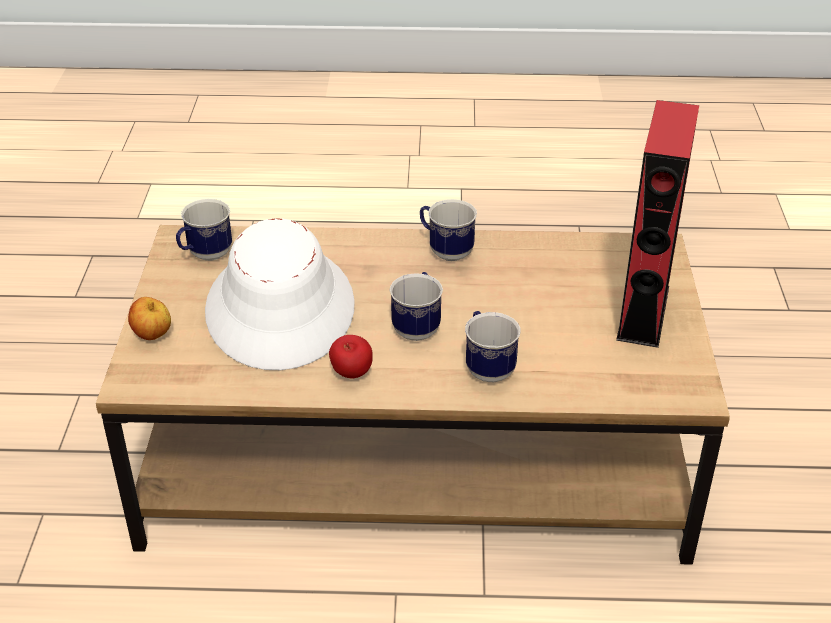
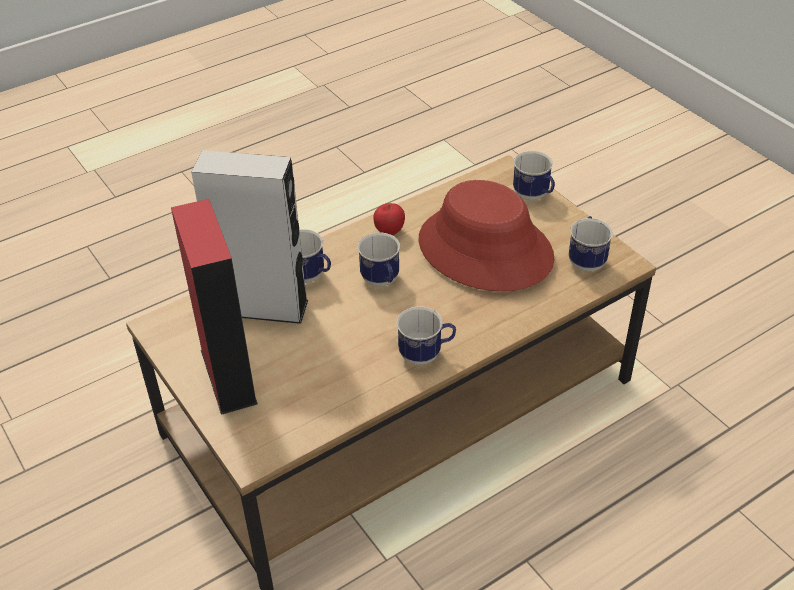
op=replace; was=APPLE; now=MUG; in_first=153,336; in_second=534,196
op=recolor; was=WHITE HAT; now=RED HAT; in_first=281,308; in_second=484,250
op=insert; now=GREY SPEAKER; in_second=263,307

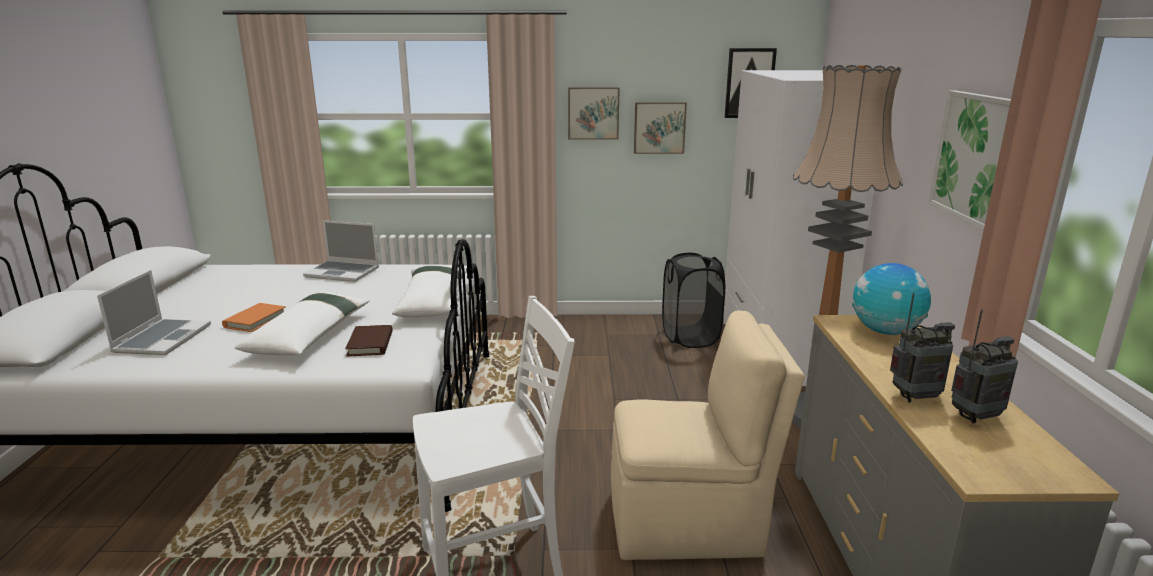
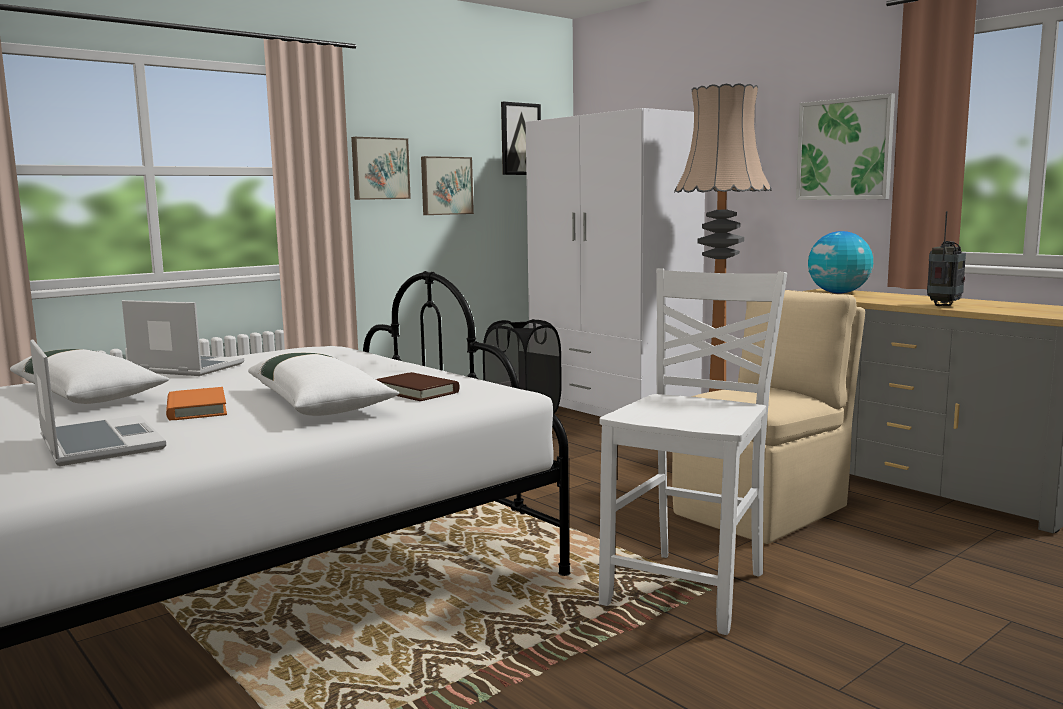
op=rotate; was=LAPTOP; in_first=343,272; in_second=184,368; clockwise=-135
op=move; was=WHITE PILLOW; in_first=433,302; in_second=89,393
op=delete; was=RADIO; in_first=975,417

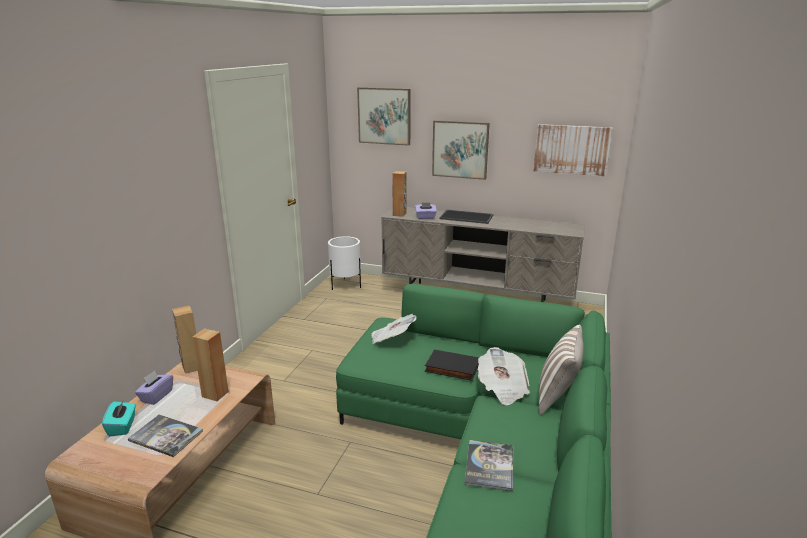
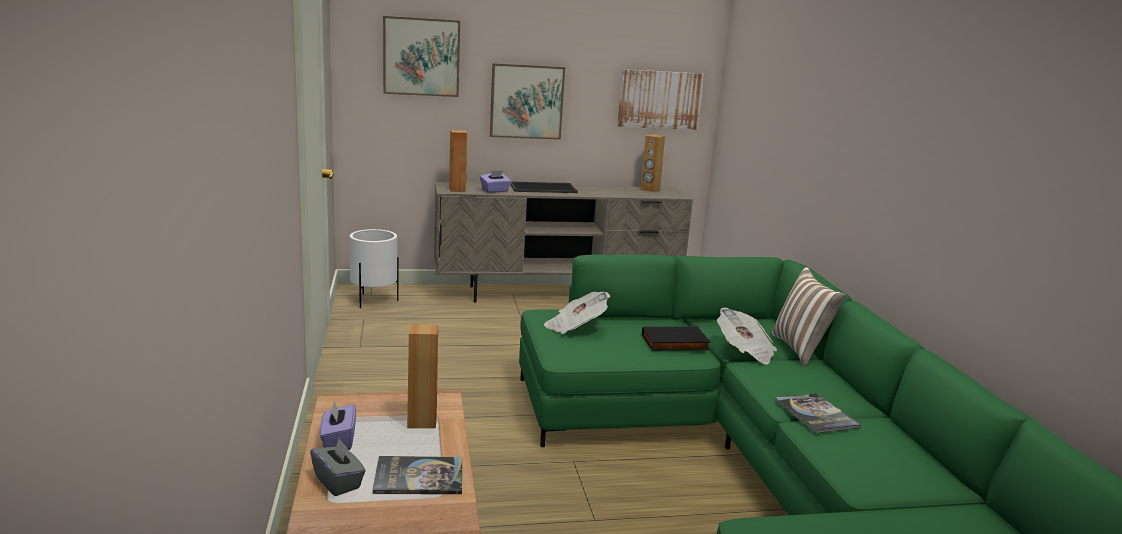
op=recolor; was=TURQUOISE TISSUE BOX; now=GREY TISSUE BOX; in_first=122,426; in_second=338,482
op=move; was=BROWN SPEAKER; in_first=191,367; in_second=650,190

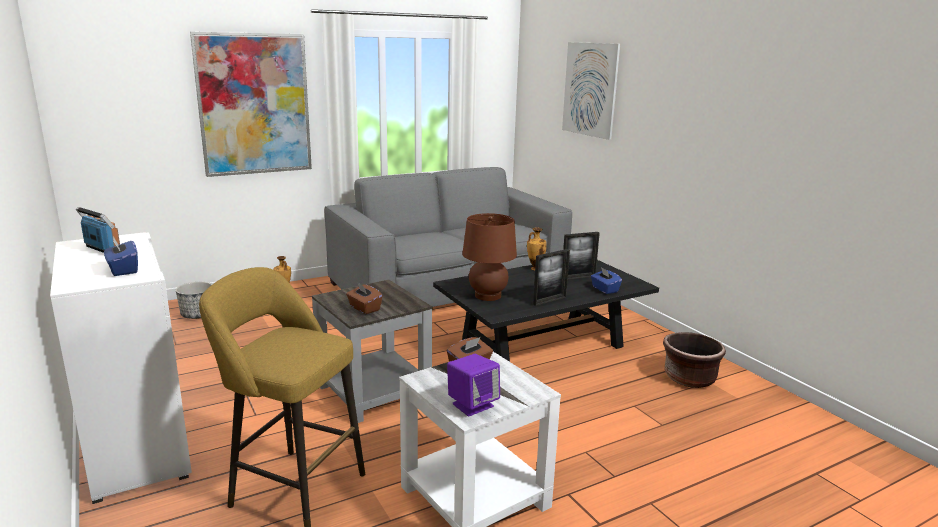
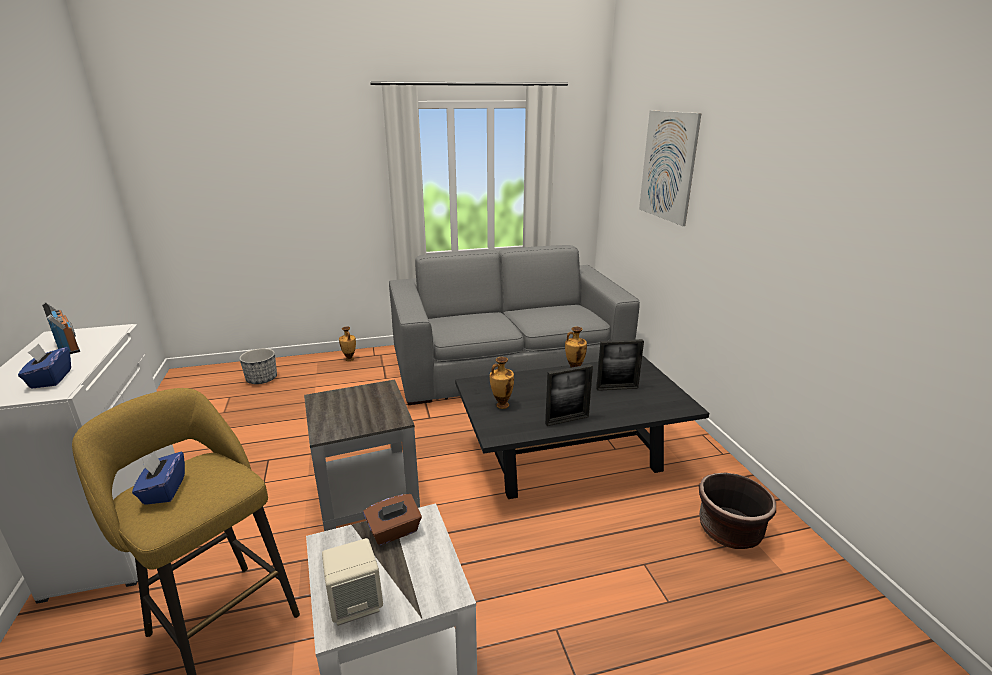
op=delete; was=PICTURE; in_first=254,104
op=delete; was=BROWN TISSUE BOX; in_first=364,308
op=recolor; was=PURPLE SPEAKER; now=BEIGE SPEAKER; in_first=472,405; in_second=355,603
op=replace; was=BROWN TABLE LAMP; now=VASE; in_first=488,296; in_second=501,405
op=move; was=BLUE TISSUE BOX; in_first=604,289; in_second=164,490

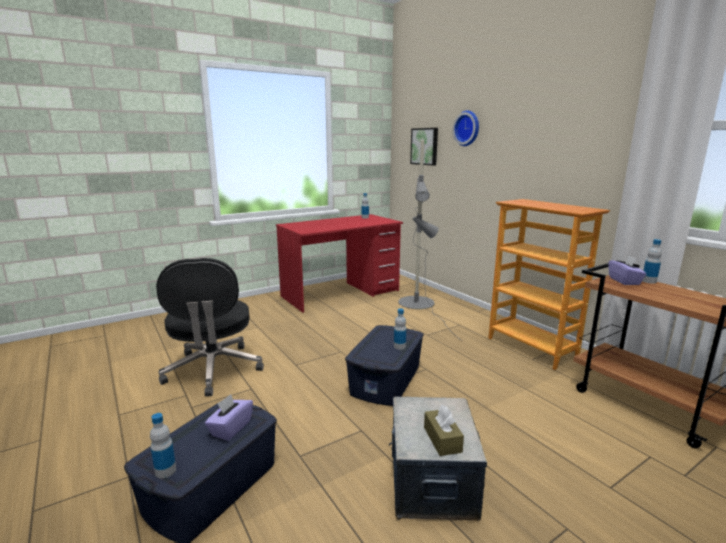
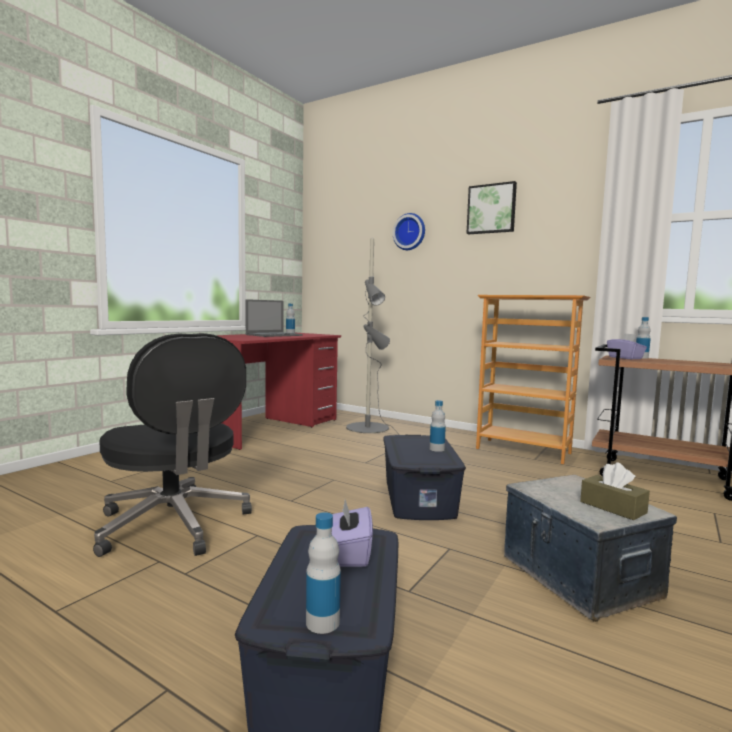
op=move; was=PICTURE; in_first=425,146; in_second=491,209
op=insert; now=LAPTOP; in_second=274,335

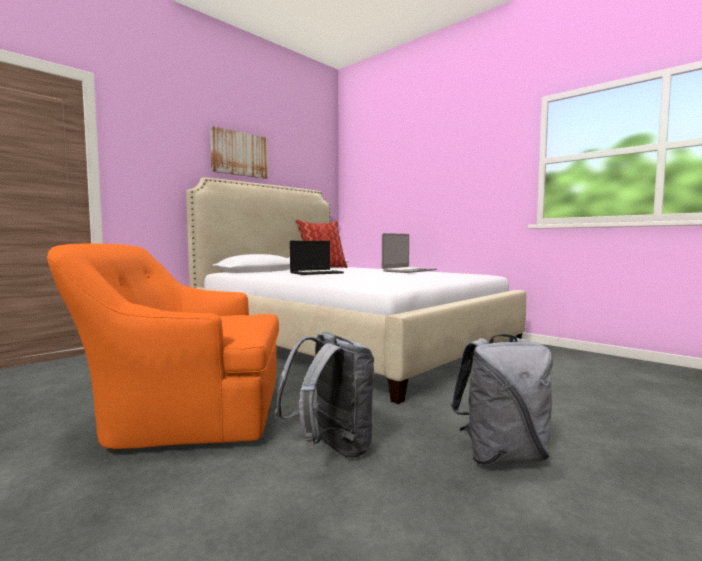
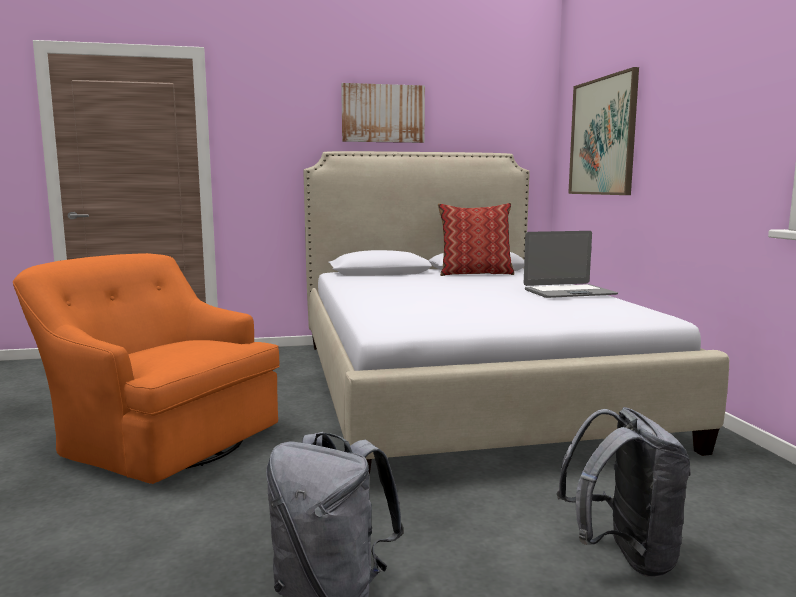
op=move; was=GREY BACKPACK; in_first=330,449; in_second=623,555
op=delete; was=LAPTOP; in_first=316,273
op=insert; now=PICTURE; in_second=602,137

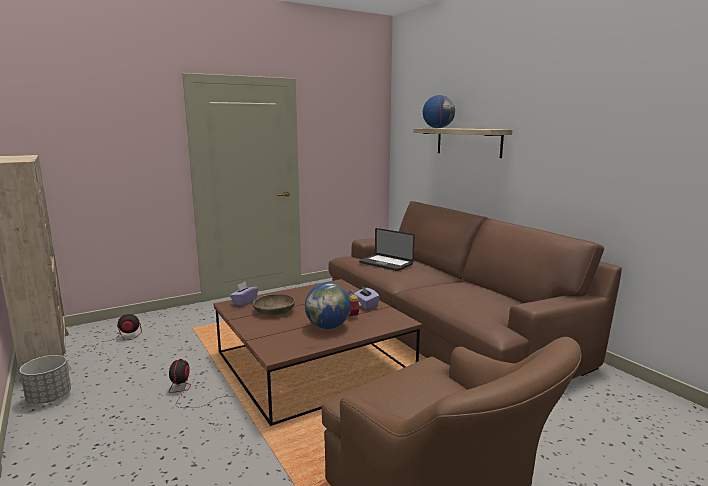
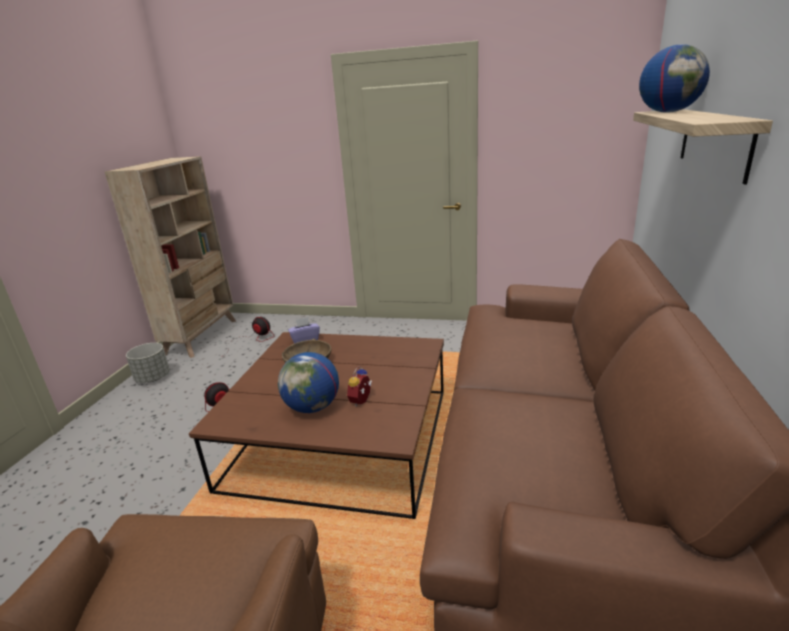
op=delete; was=PURPLE TISSUE BOX; in_first=365,305
op=delete; was=LAPTOP; in_first=386,263

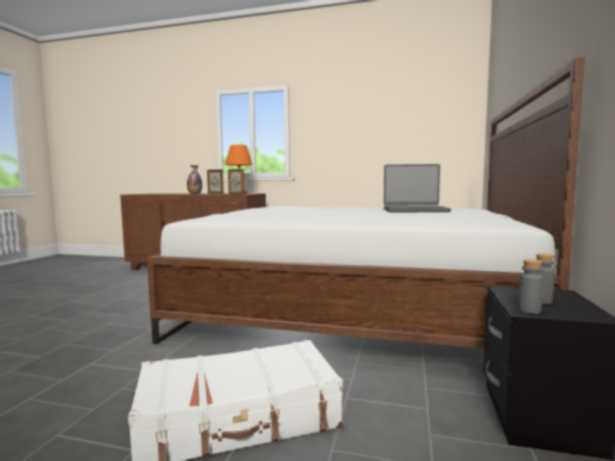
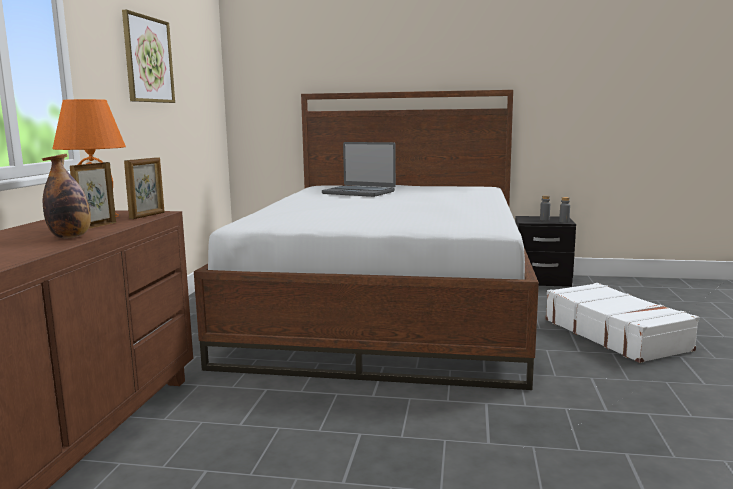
op=rotate; was=LAPTOP; in_first=415,210; in_second=359,192; clockwise=120
op=insert; now=PICTURE; in_second=148,60

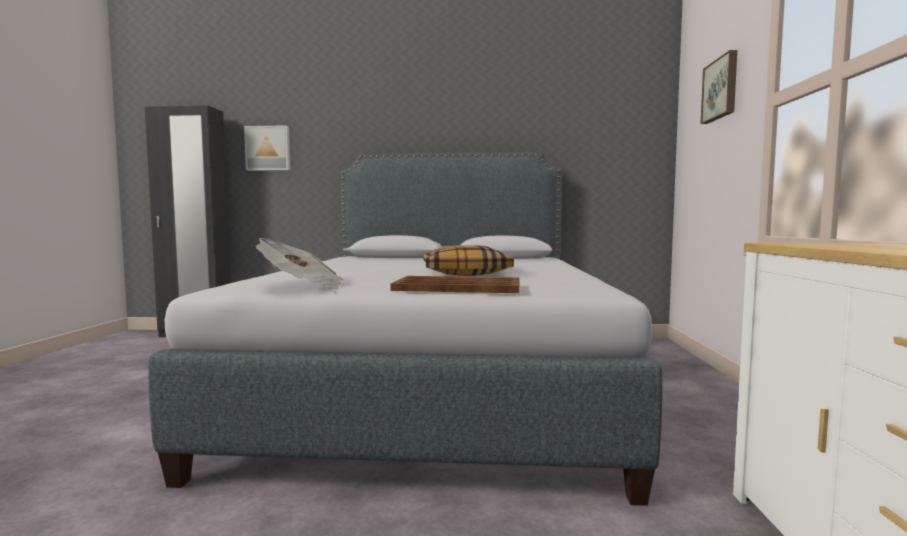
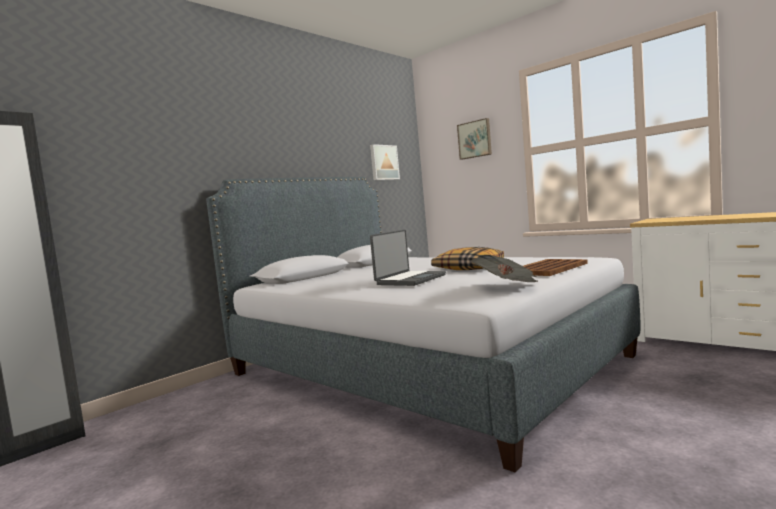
op=move; was=PICTURE; in_first=268,148; in_second=383,162
op=insert; now=LAPTOP; in_second=410,280

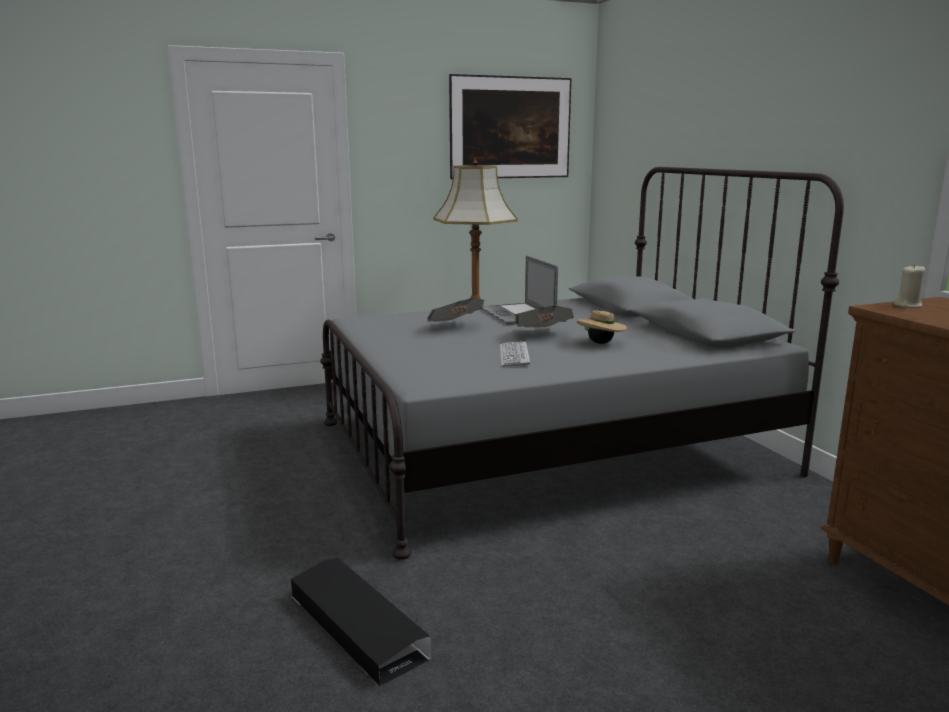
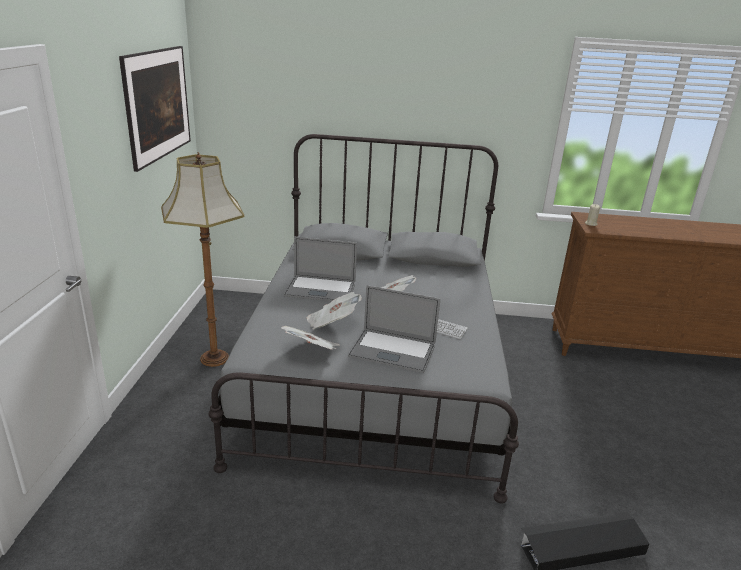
op=delete; was=BEIGE HAT; in_first=601,343
op=insert; now=NEWSPAPER; in_second=312,351
op=insert; now=LAPTOP; in_second=392,351

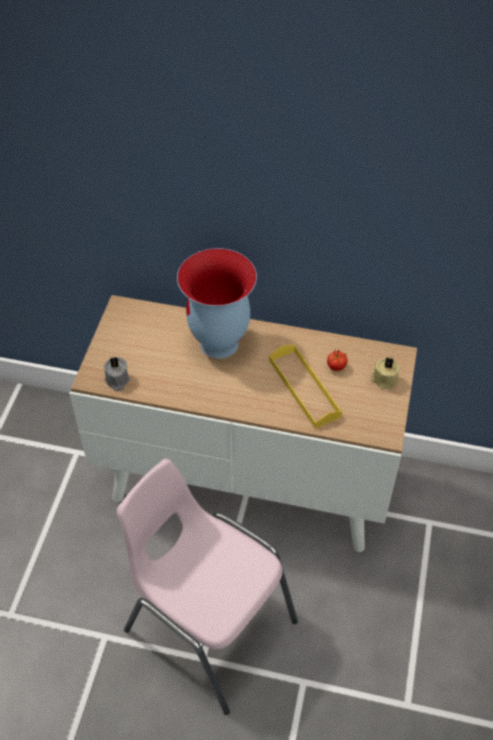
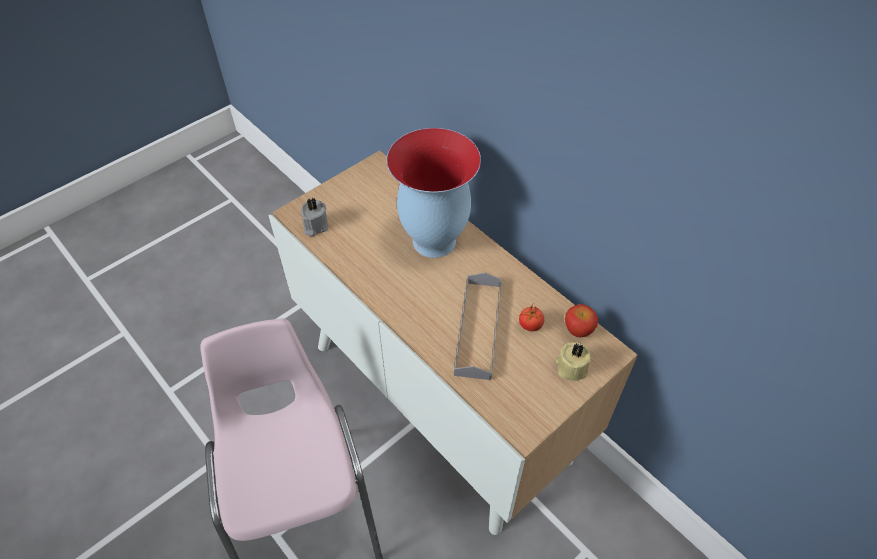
op=recolor; was=YELLOW TRAY; now=GREY TRAY; in_first=304,388; in_second=478,328
op=insert; now=APPLE; in_second=578,330

